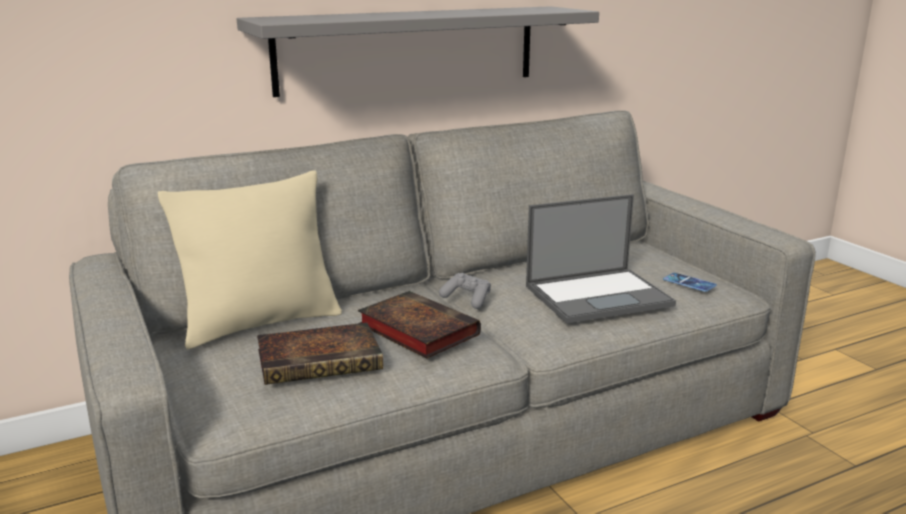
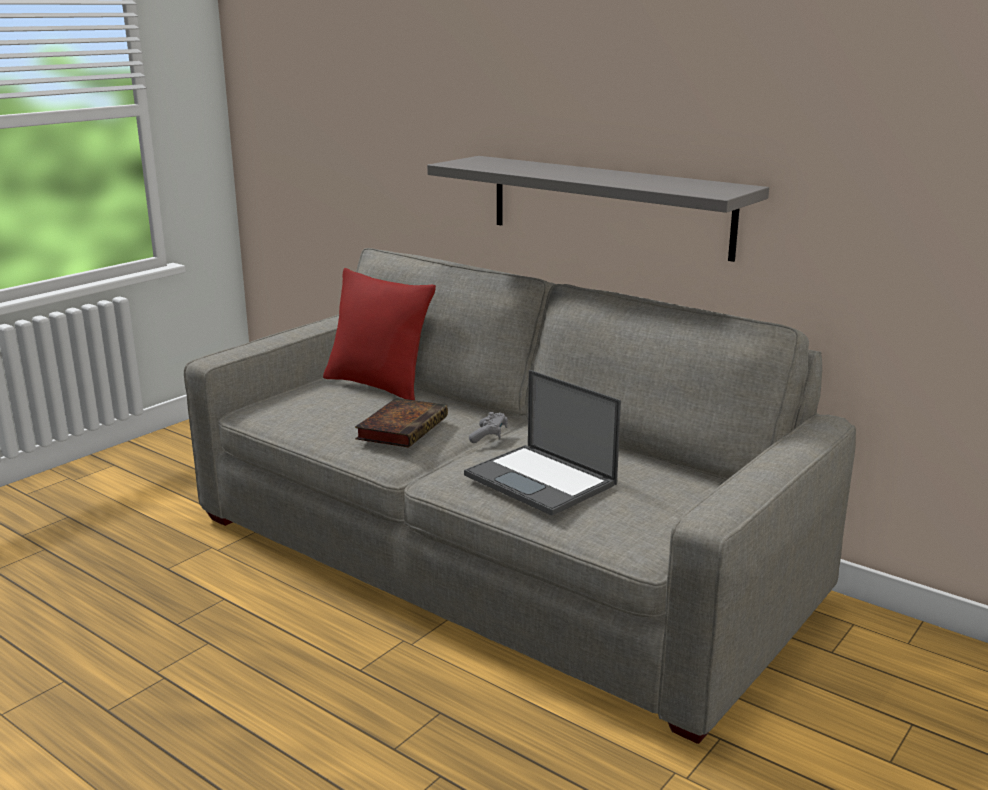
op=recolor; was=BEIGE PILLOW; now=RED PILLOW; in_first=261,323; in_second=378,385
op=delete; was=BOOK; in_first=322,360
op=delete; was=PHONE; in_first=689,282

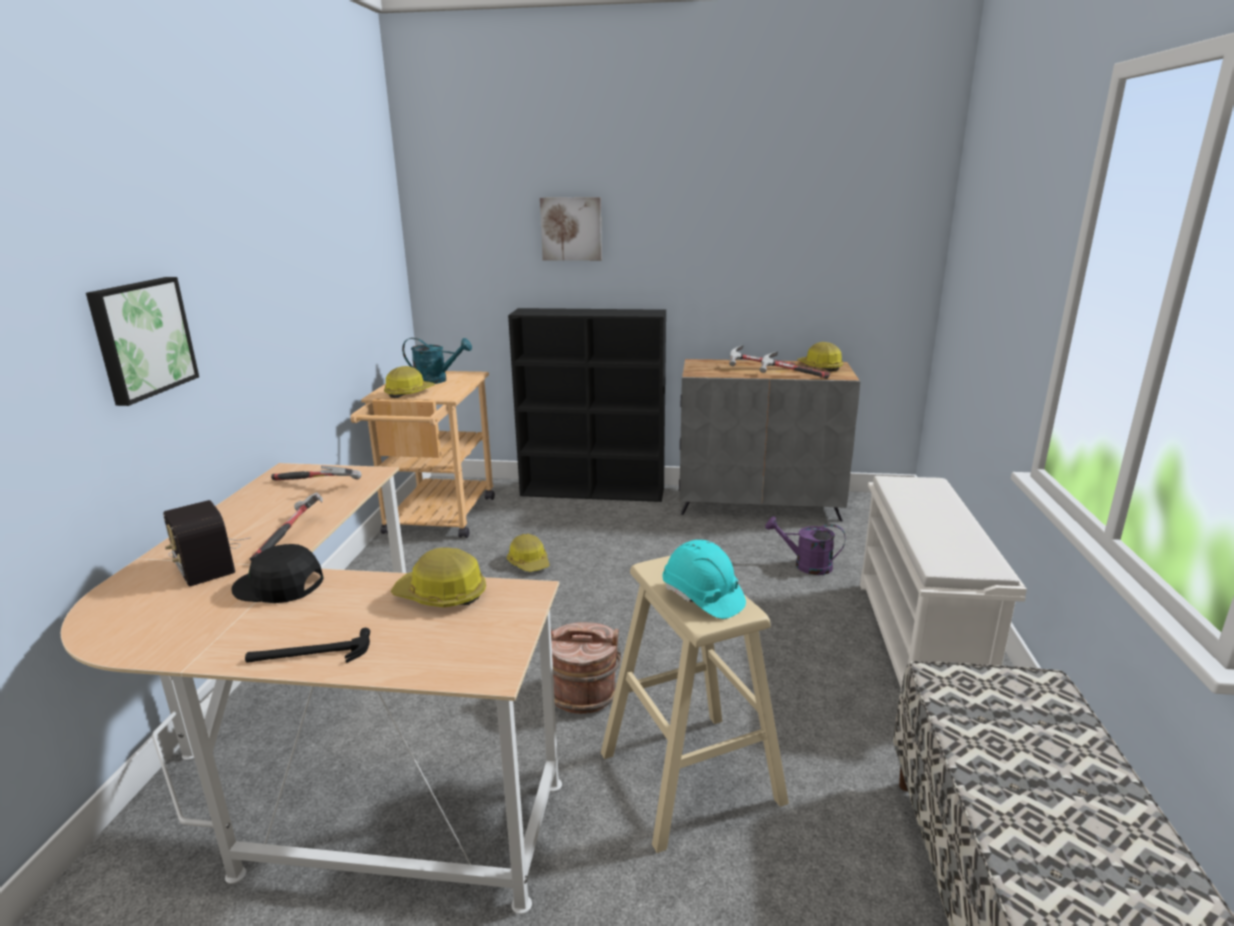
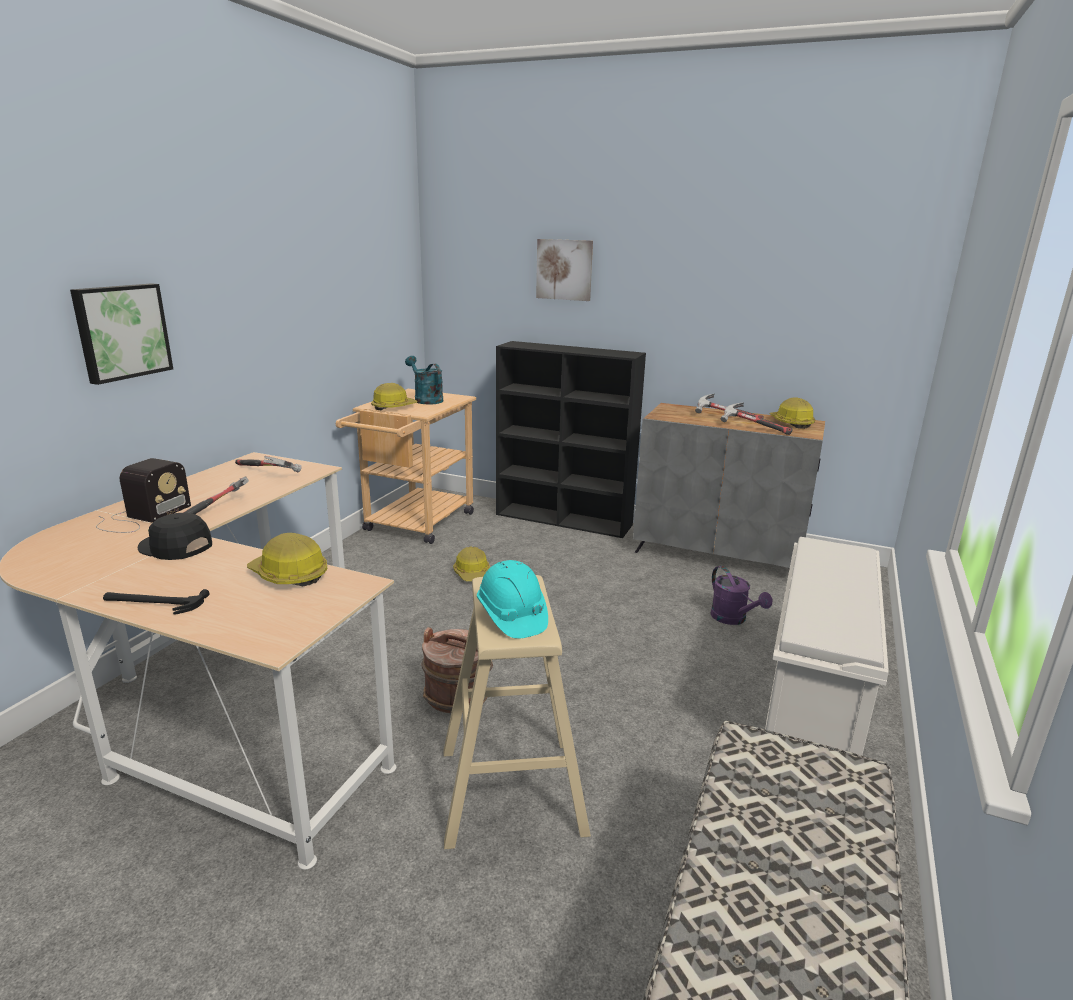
op=rotate; was=RADIO; in_first=205,558; in_second=141,517; clockwise=-135
op=rotate; was=TURQUOISE WATERING CAN; in_first=437,380; in_second=425,399; clockwise=-150
op=rotate; was=PURPLE WATERING CAN; in_first=806,565; in_second=733,619; clockwise=-150

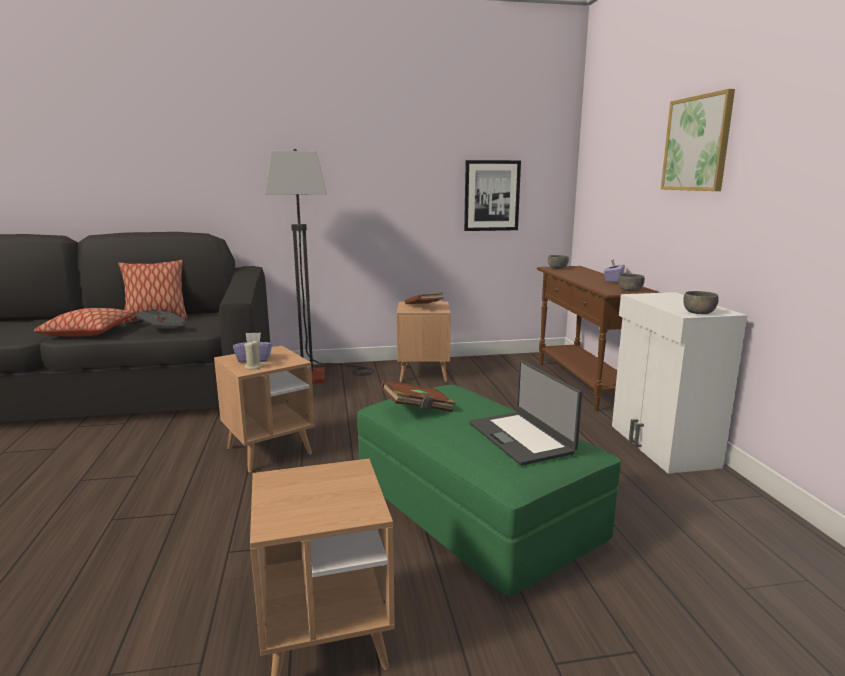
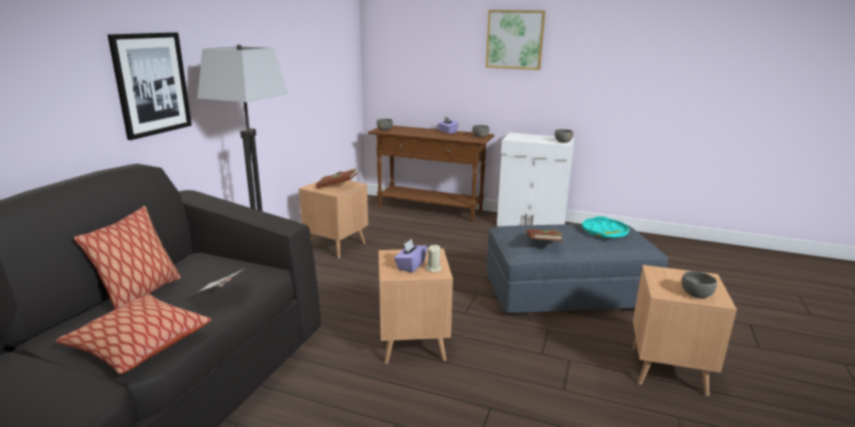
op=recolor; was=GREEN OTTOMAN; now=GREY OTTOMAN; in_first=474,512; in_second=567,293
op=move; was=PICTURE; in_first=491,195; in_second=151,84
op=replace; was=LAPTOP; now=TURQUOISE TRAY; in_first=521,437; in_second=604,232
op=insert; now=GREY BOWL; in_second=696,294

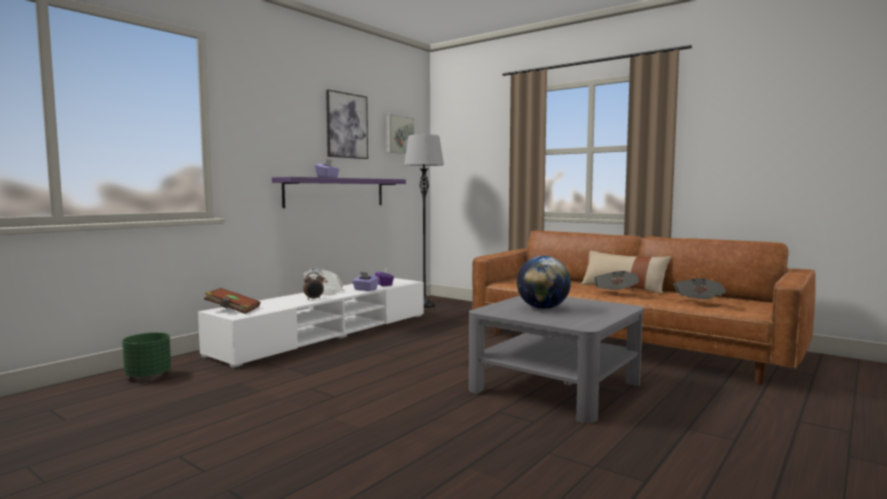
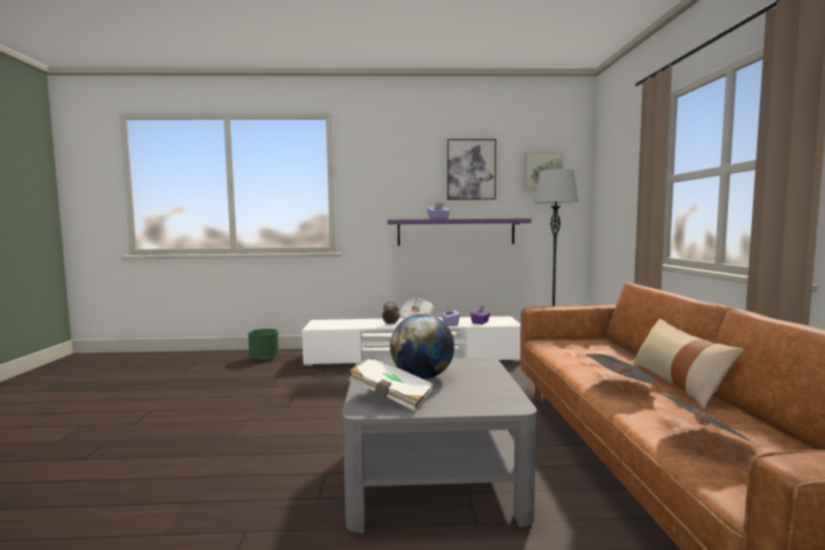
op=delete; was=BROWN BOOK; in_first=232,310
op=insert; now=WHITE BOOK; in_second=391,398

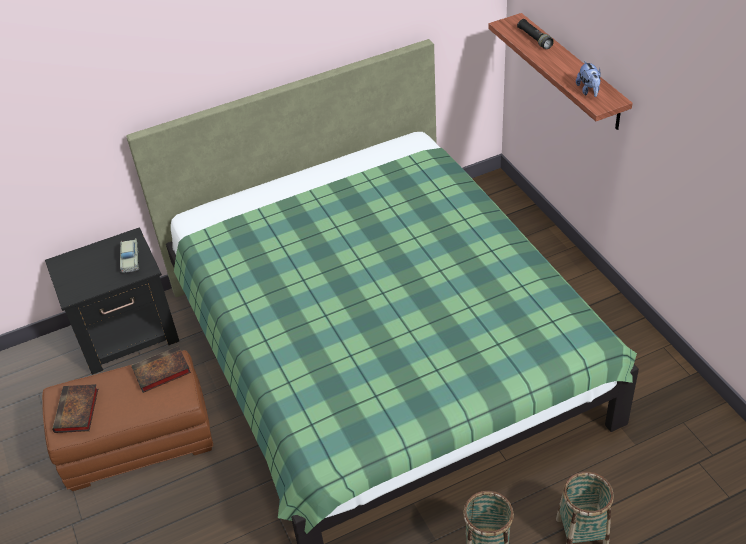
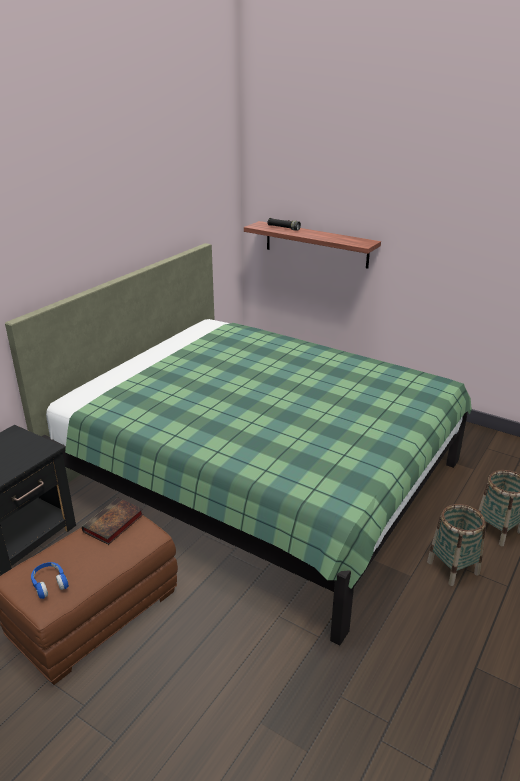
op=replace; was=BOOK; now=BLUE HEADPHONES; in_first=77,412; in_second=49,584
op=delete; was=BEIGE TOY CAR; in_first=130,259
op=delete; was=PLUSH TOY; in_first=588,91

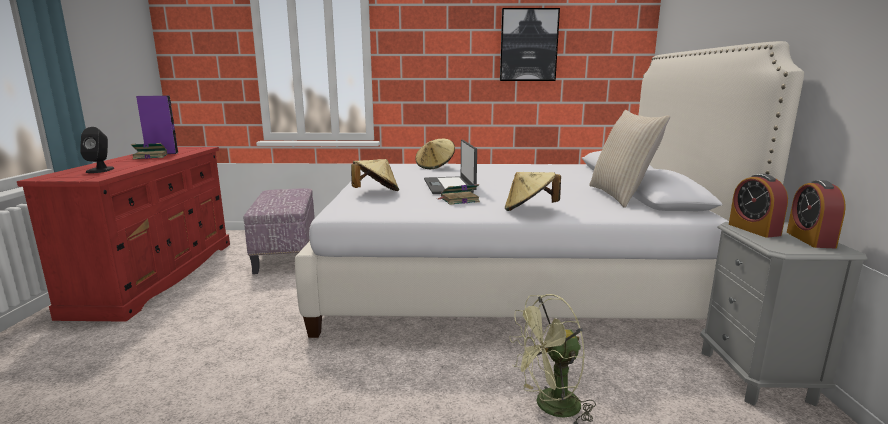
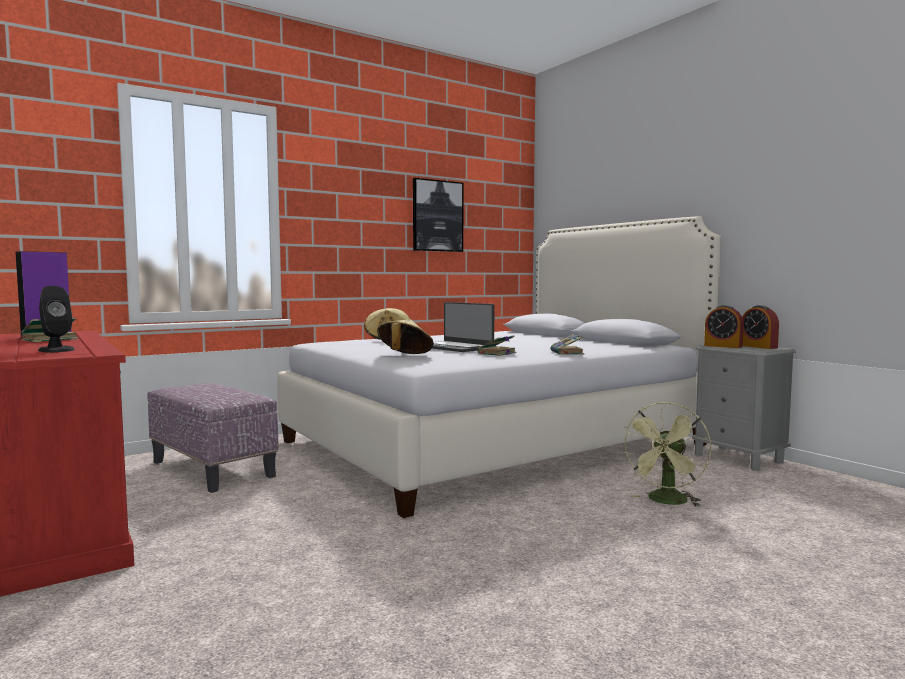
op=replace; was=BEIGE HAT; now=BOOK; in_first=529,210; in_second=567,353
op=delete; was=BEIGE PILLOW; in_first=620,196

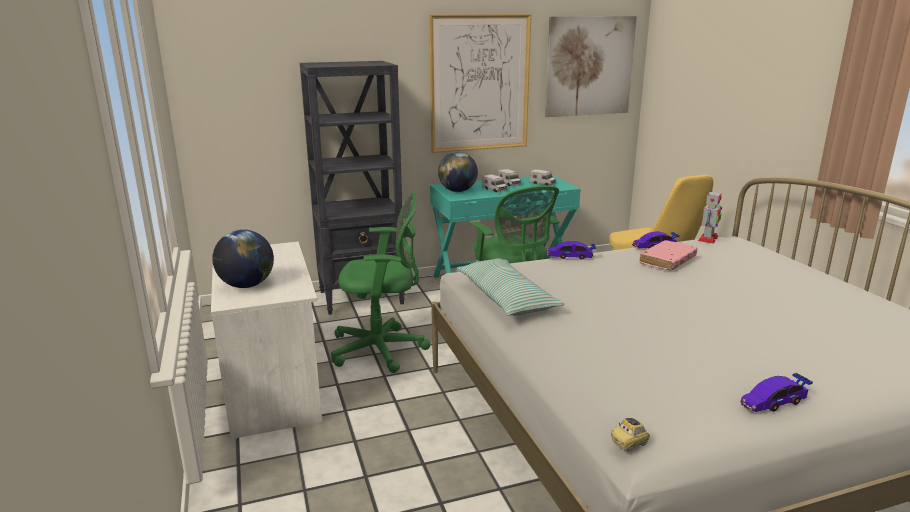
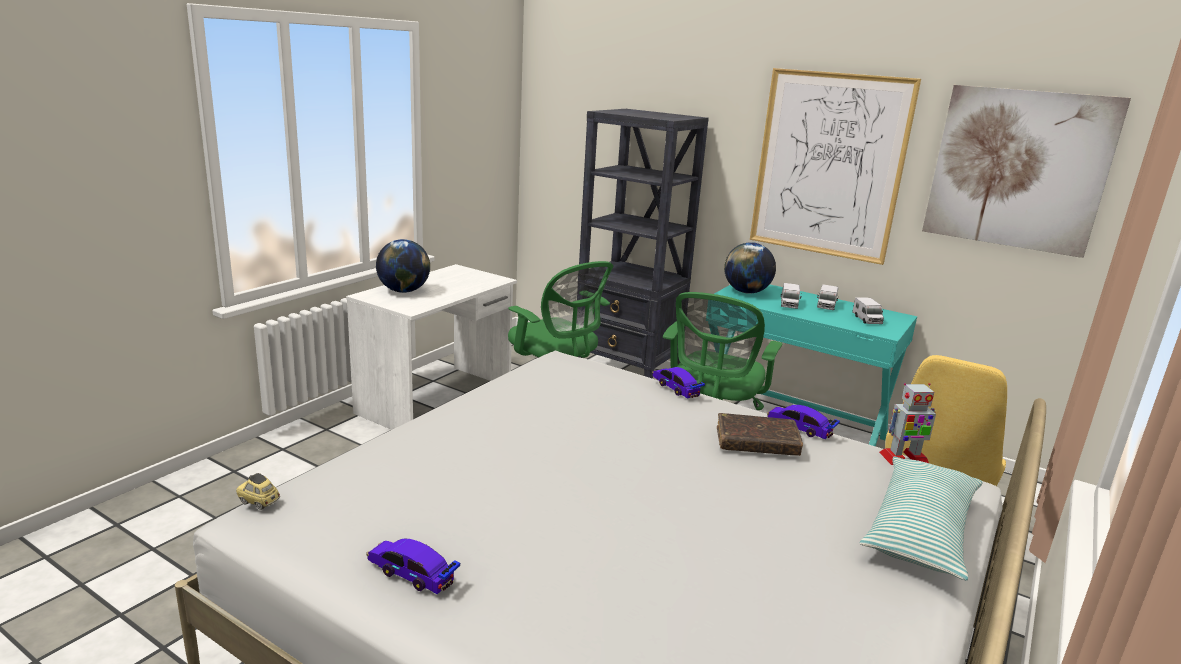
op=move; was=PILLOW; in_first=506,298; in_second=920,529
op=recolor; was=PINK BOOK; now=BROWN BOOK; in_first=667,261; in_second=756,443

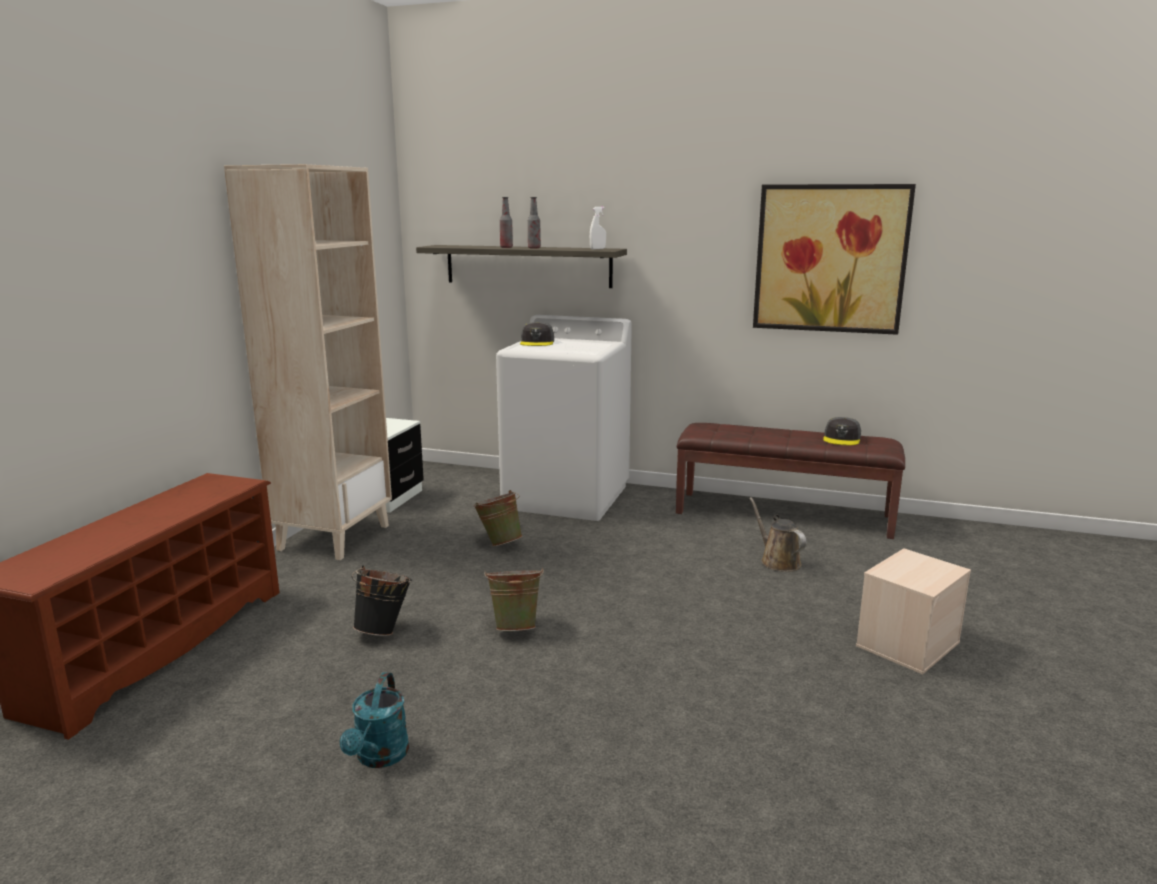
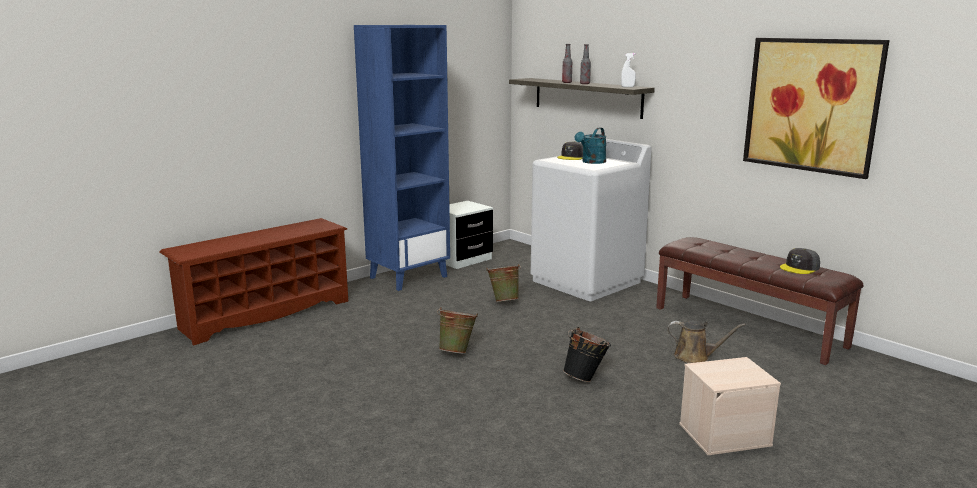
op=recolor; was=BEIGE BOOKCASE; now=BLUE BOOKCASE; in_first=334,537; in_second=408,277
op=move; was=TURQUOISE WATERING CAN; in_first=379,757; in_second=591,162
op=move; was=BLACK BUCKET; in_first=384,630; in_second=586,378
op=rotate; was=BROWN WATERING CAN; in_first=777,561; in_second=695,357; clockwise=105

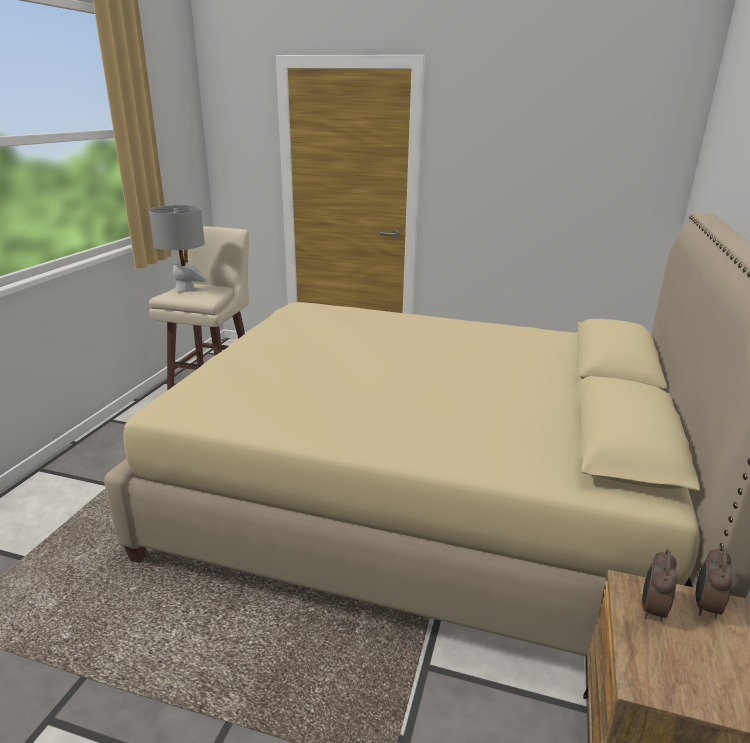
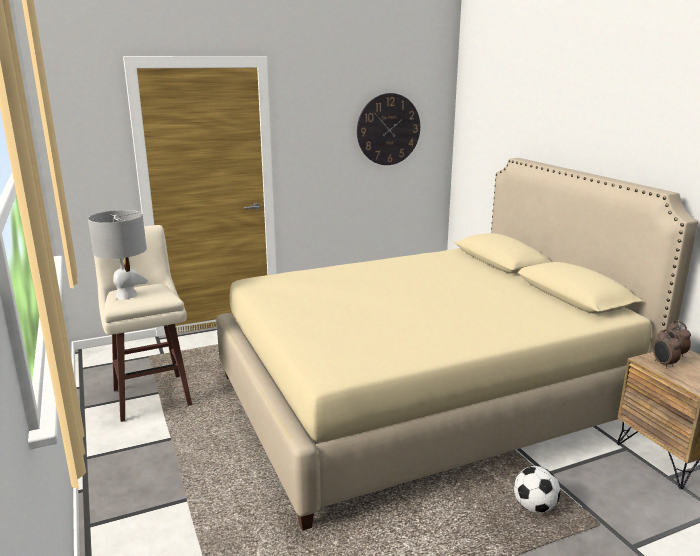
op=insert; now=WALL CLOCK; in_second=388,129
op=insert; now=FOOTBALL; in_second=534,507

